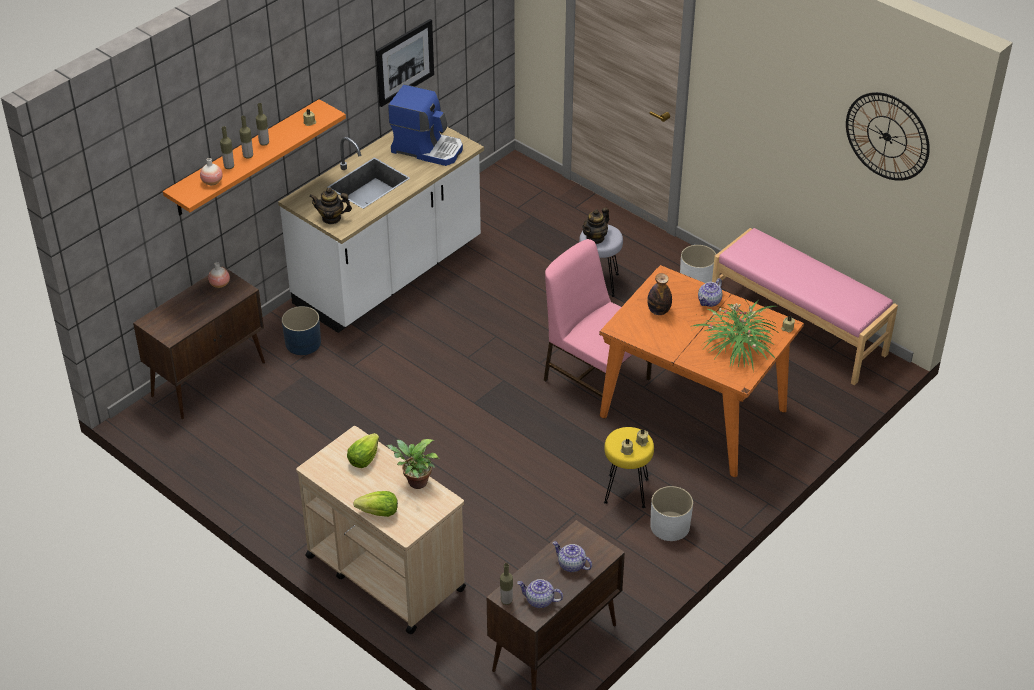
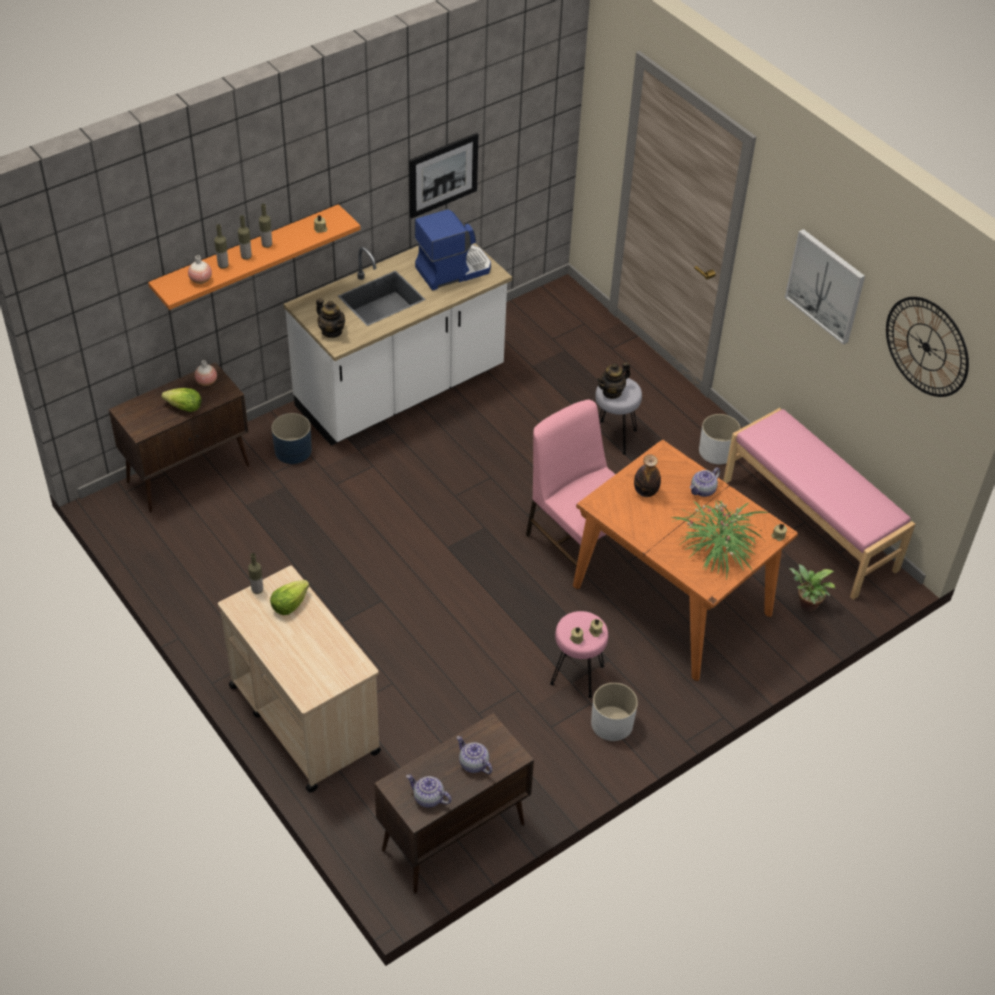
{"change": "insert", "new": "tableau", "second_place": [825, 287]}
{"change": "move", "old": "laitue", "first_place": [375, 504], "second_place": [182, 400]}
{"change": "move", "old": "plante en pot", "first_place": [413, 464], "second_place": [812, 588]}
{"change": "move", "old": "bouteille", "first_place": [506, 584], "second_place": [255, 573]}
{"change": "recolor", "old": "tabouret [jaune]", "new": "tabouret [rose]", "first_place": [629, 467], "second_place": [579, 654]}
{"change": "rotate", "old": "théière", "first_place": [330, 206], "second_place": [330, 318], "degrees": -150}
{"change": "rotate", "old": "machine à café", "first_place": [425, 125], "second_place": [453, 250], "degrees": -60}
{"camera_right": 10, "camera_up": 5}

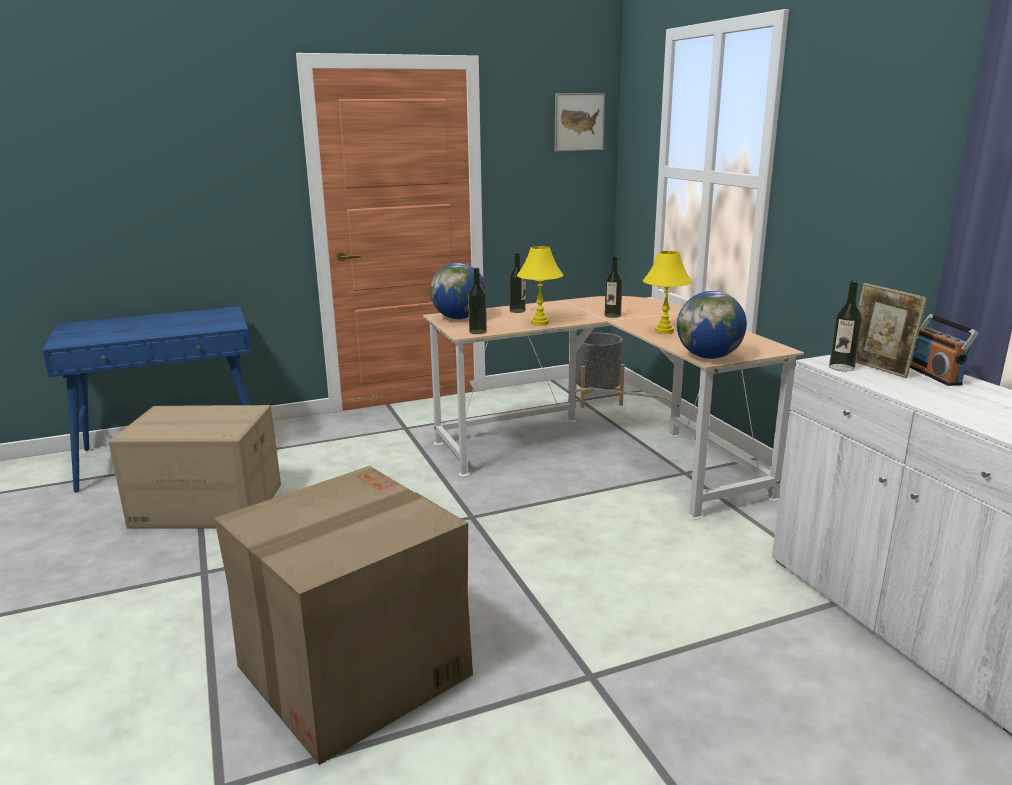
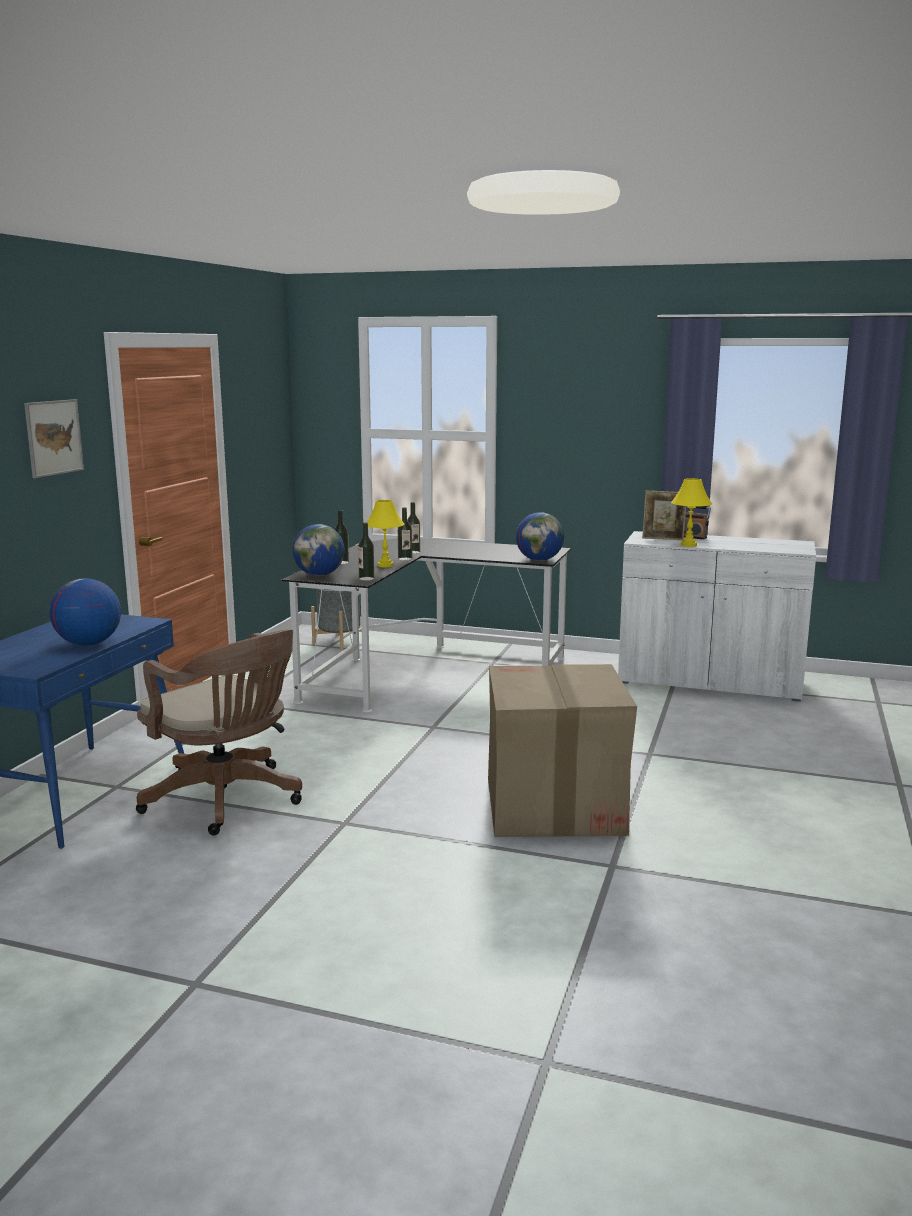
{"change": "insert", "new": "globe", "second_place": [85, 612]}
{"change": "move", "old": "tableau", "first_place": [580, 122], "second_place": [54, 438]}
{"change": "move", "old": "lampe de table [jaune]", "first_place": [667, 292], "second_place": [691, 512]}
{"change": "move", "old": "bouteille", "first_place": [845, 326], "second_place": [405, 534]}
{"change": "replace", "old": "carton", "new": "chaise de bureau [marron]", "first_place": [195, 467], "second_place": [219, 733]}
{"change": "recolor", "old": "bureau [beige]", "new": "bureau [noir]", "first_place": [613, 408], "second_place": [426, 626]}
{"camera_right": -50, "camera_up": -5}

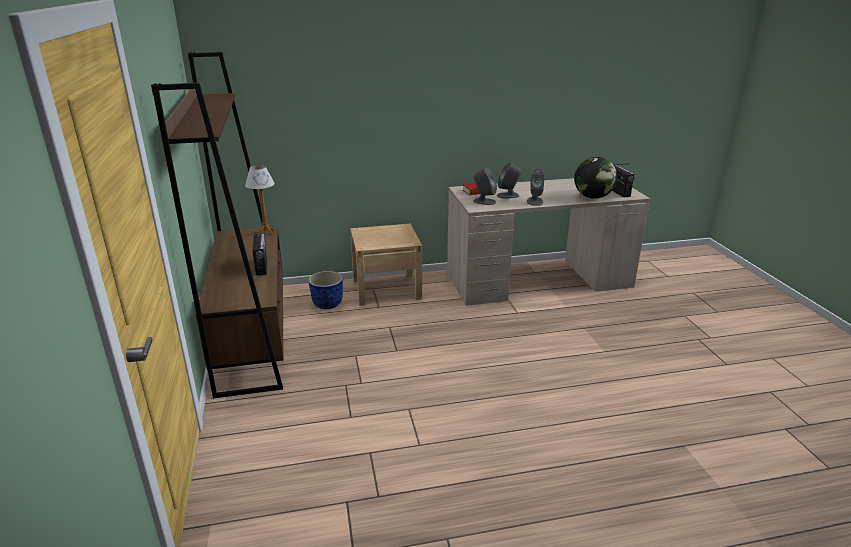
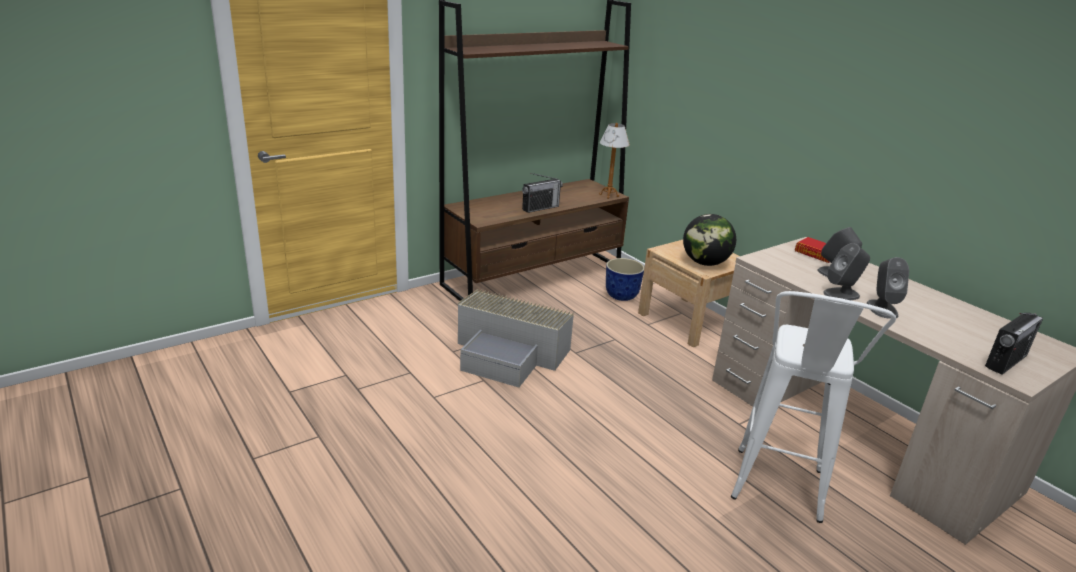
{"change": "insert", "new": "boîte de rangement [gris]", "second_place": [516, 338]}
{"change": "insert", "new": "tabouret [blanc]", "second_place": [813, 407]}
{"change": "move", "old": "enceinte [gris]", "first_place": [485, 186], "second_place": [888, 288]}
{"change": "move", "old": "globe", "first_place": [595, 178], "second_place": [709, 240]}
{"camera_right": 65, "camera_up": 0}

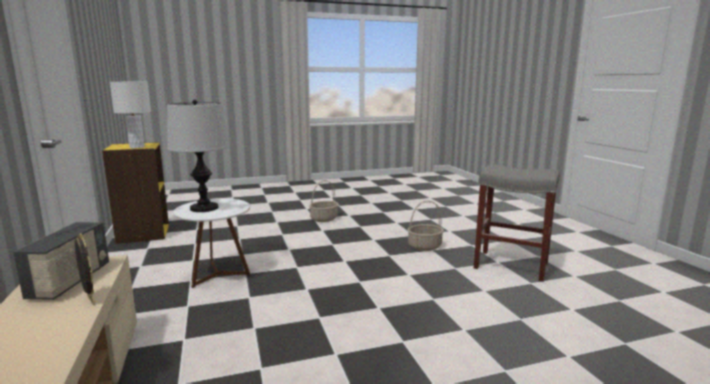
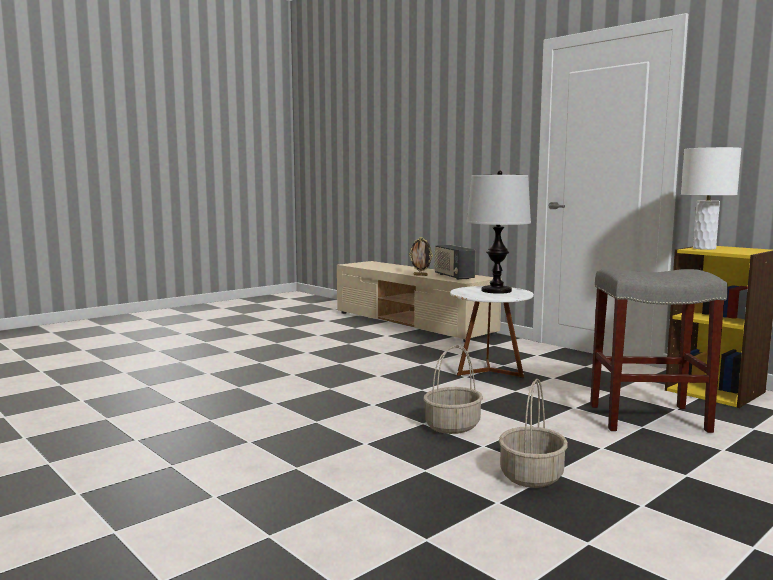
{"change": "move", "old": "panier", "first_place": [425, 225], "second_place": [453, 389]}
{"change": "move", "old": "tabouret [gris]", "first_place": [517, 223], "second_place": [659, 351]}
{"camera_right": 155, "camera_up": -5}

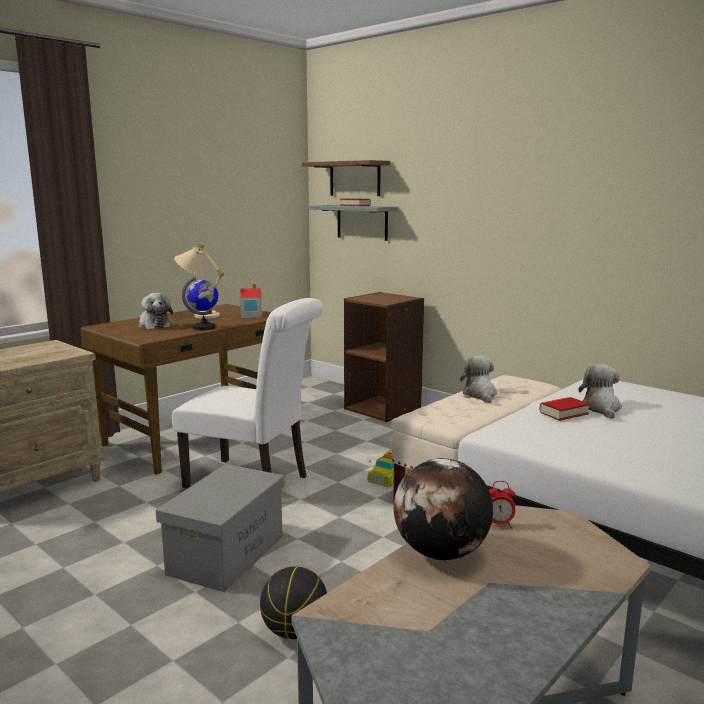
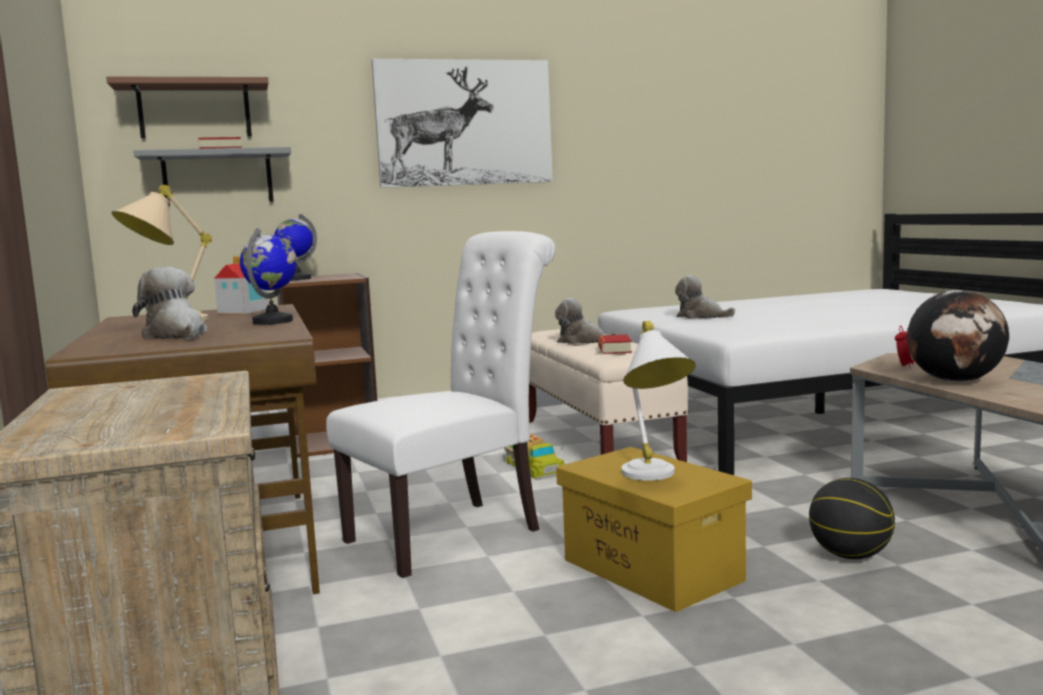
{"change": "insert", "new": "globe", "second_place": [295, 247]}
{"change": "insert", "new": "tableau", "second_place": [462, 123]}
{"change": "insert", "new": "lampe de table [blanc]", "second_place": [658, 401]}
{"change": "move", "old": "livre", "first_place": [564, 409], "second_place": [615, 344]}
{"change": "recolor", "old": "boîte de rangement [gris]", "new": "boîte de rangement [jaune]", "first_place": [220, 528], "second_place": [654, 529]}
{"change": "rotate", "old": "peluche", "first_place": [156, 311], "second_place": [170, 303], "degrees": -120}
{"camera_right": -60, "camera_up": -5}

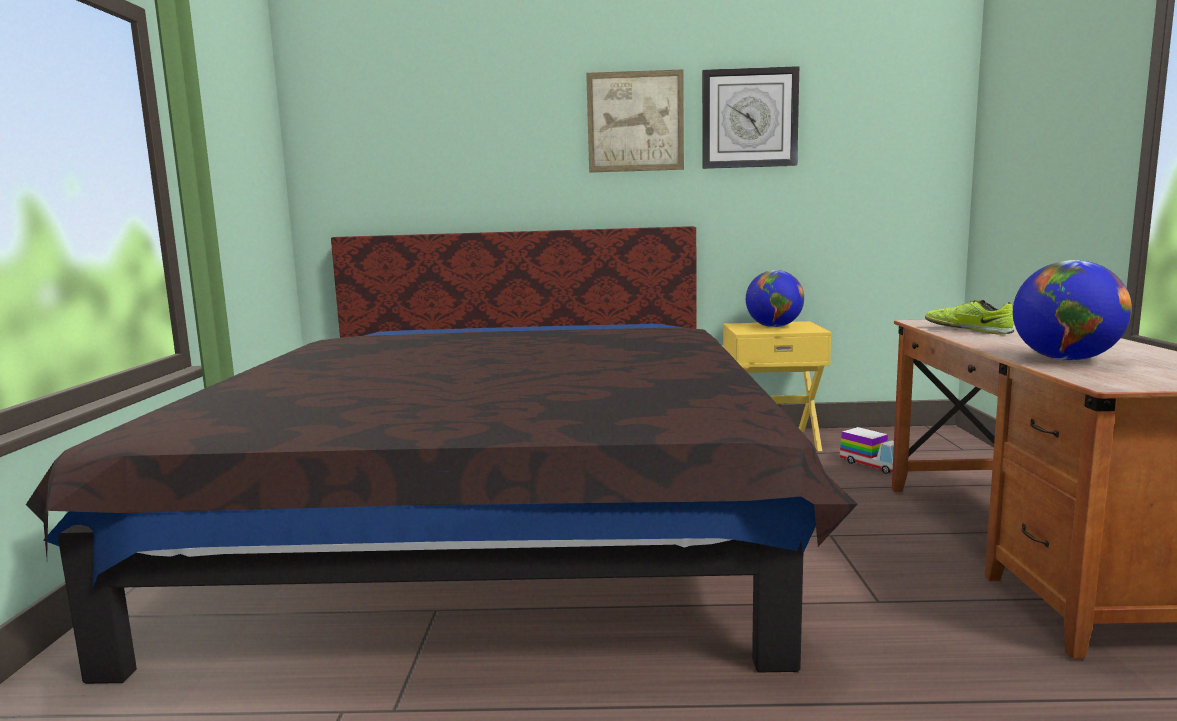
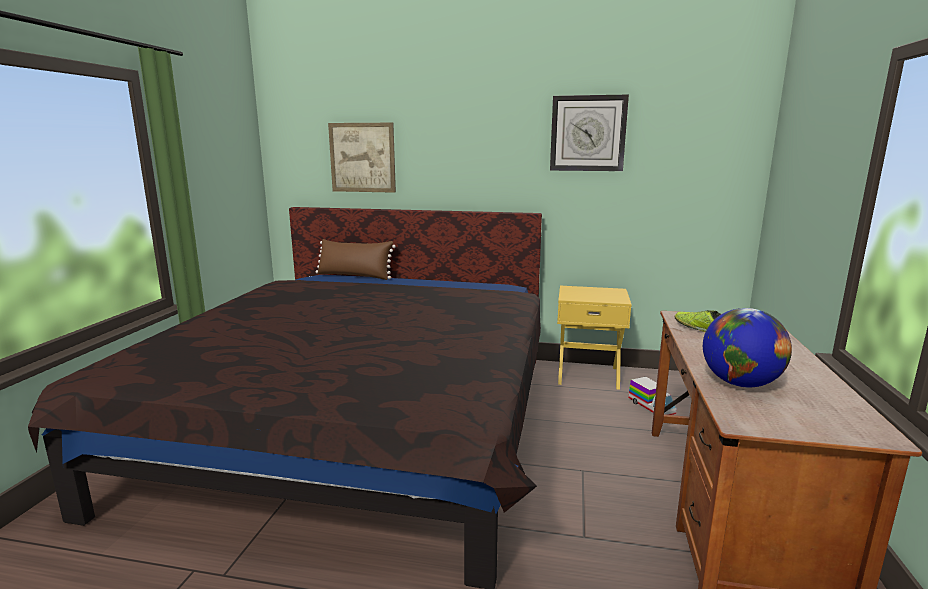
{"change": "delete", "old": "globe", "first_place": [775, 298]}
{"change": "insert", "new": "coussin [marron]", "second_place": [356, 259]}
{"change": "move", "old": "tableau", "first_place": [635, 121], "second_place": [362, 158]}
{"camera_right": 10, "camera_up": 5}

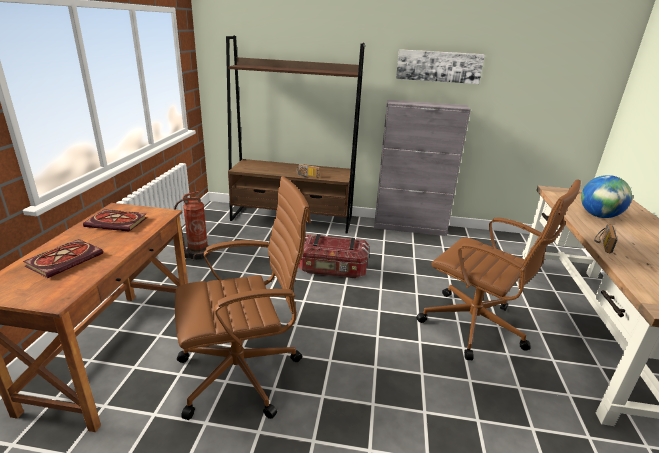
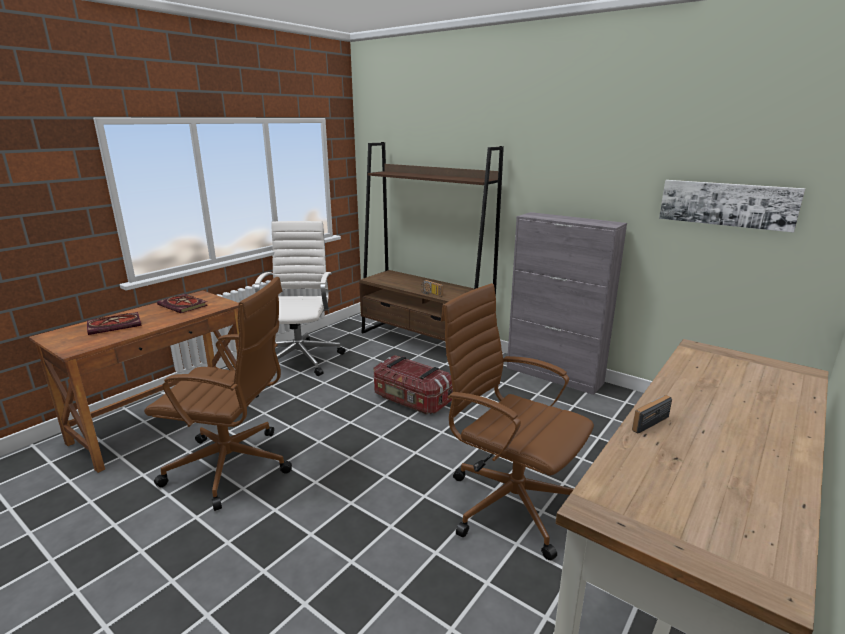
{"change": "delete", "old": "globe", "first_place": [606, 196]}
{"change": "move", "old": "tableau", "first_place": [440, 66], "second_place": [732, 206]}
{"change": "replace", "old": "extincteur", "new": "chaise de bureau [blanc]", "first_place": [192, 226], "second_place": [300, 298]}
{"change": "rotate", "old": "chaise de bureau [marron]", "first_place": [498, 269], "second_place": [517, 422], "degrees": 150}
{"camera_right": 30, "camera_up": -5}

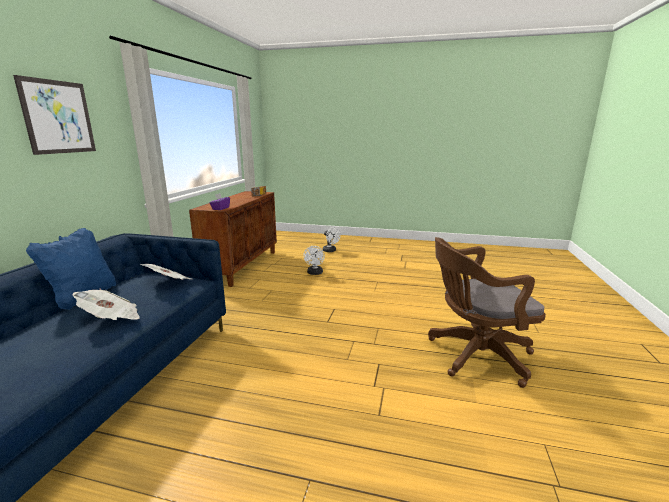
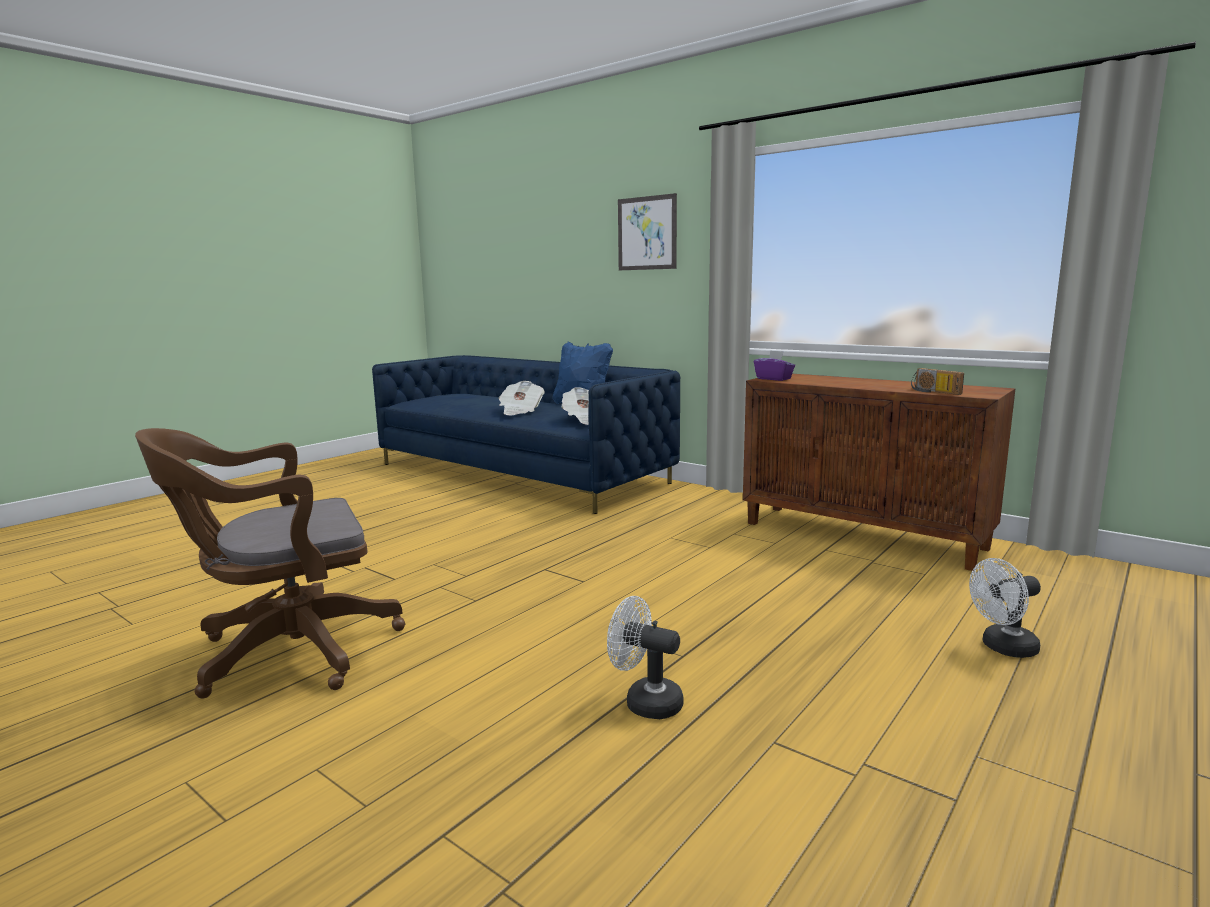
{"change": "move", "old": "ventilateur [blanc]", "first_place": [314, 260], "second_place": [645, 657]}
{"change": "rotate", "old": "chaise de bureau [marron]", "first_place": [487, 312], "second_place": [270, 563], "degrees": -135}
{"camera_right": 115, "camera_up": -5}

